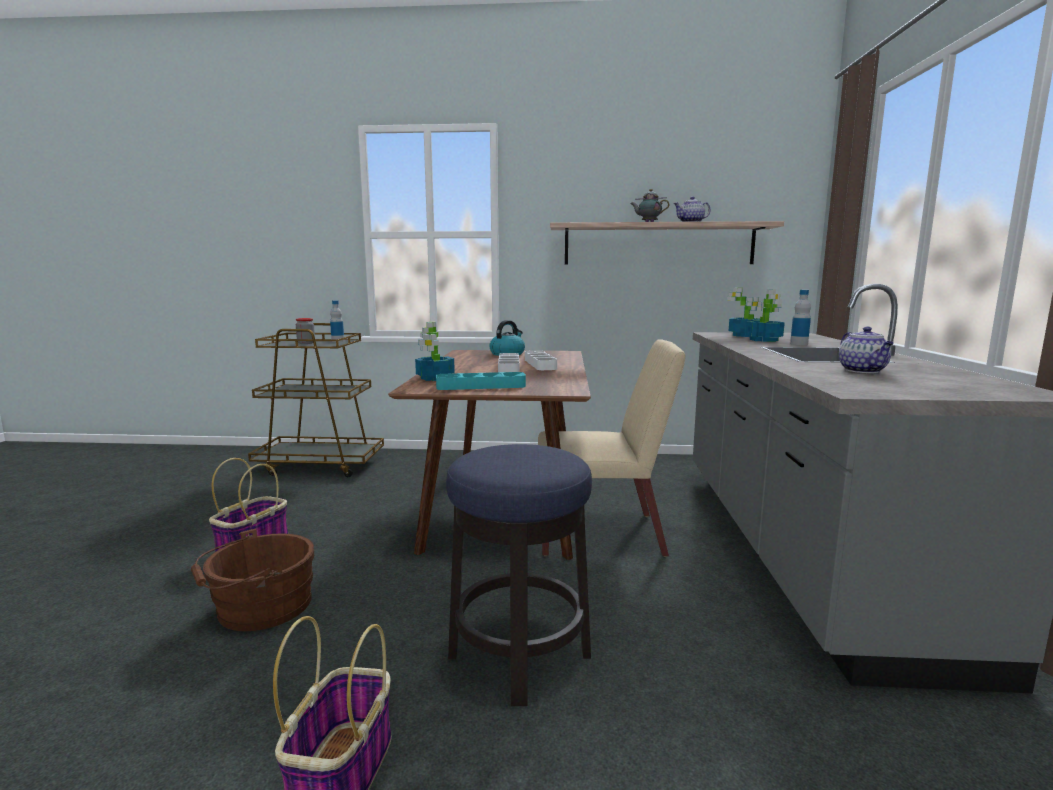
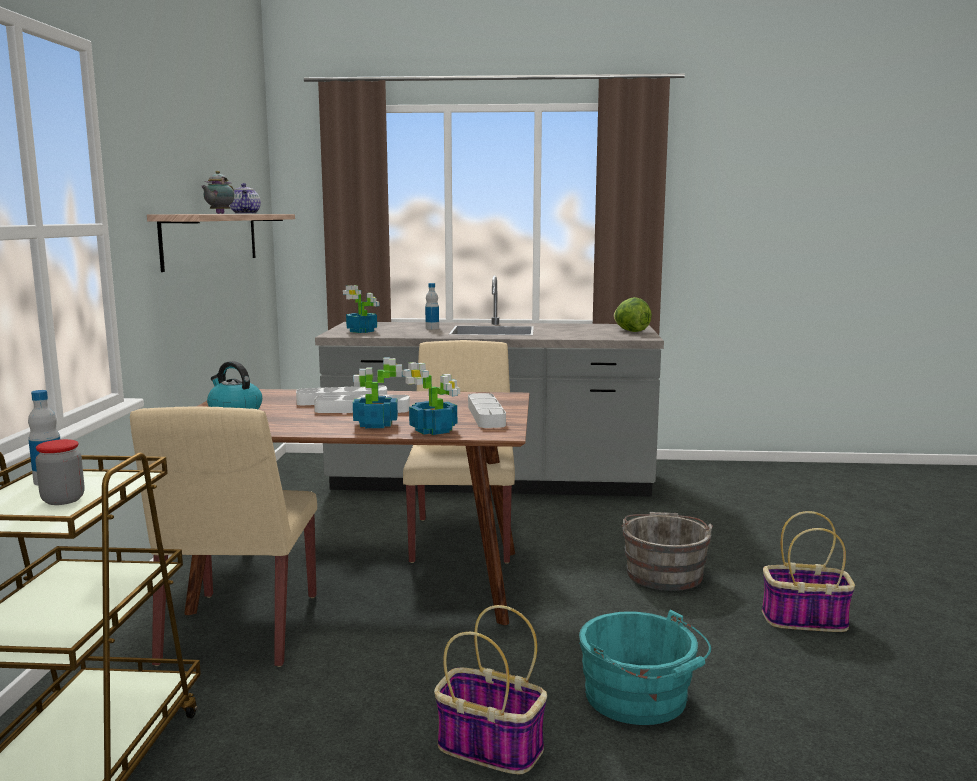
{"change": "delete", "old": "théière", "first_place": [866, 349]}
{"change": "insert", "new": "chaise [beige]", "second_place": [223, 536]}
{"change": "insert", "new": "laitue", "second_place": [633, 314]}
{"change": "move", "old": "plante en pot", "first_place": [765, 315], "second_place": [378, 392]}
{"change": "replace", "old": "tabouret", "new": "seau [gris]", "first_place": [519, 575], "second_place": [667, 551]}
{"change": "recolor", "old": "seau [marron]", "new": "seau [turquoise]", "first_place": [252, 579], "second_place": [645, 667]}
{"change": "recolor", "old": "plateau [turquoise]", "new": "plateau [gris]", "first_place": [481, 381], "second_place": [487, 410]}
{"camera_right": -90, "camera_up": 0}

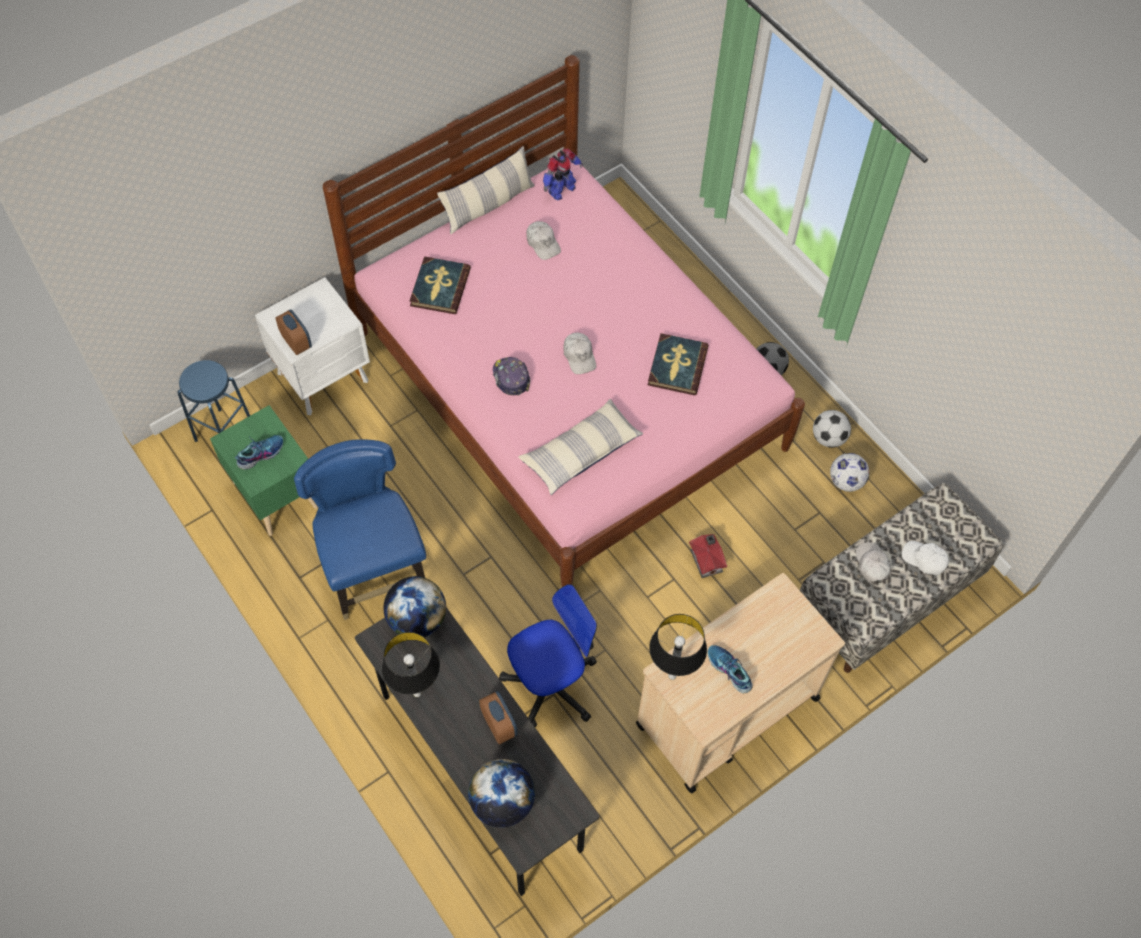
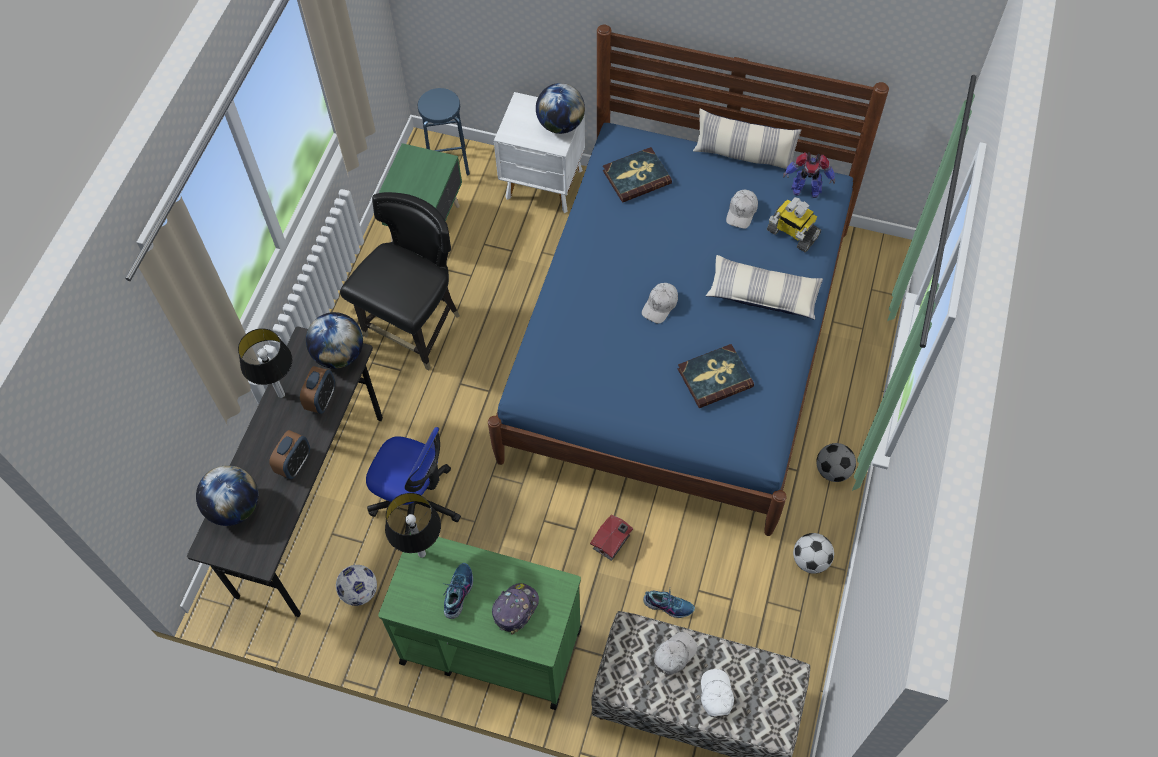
{"change": "insert", "new": "globe", "second_place": [560, 108]}
{"change": "insert", "new": "robot jouet", "second_place": [794, 224]}
{"change": "move", "old": "chaussure", "first_place": [259, 452], "second_place": [669, 604]}
{"change": "move", "old": "réveil", "first_place": [293, 332], "second_place": [317, 390]}
{"change": "move", "old": "casquette", "first_place": [511, 376], "second_place": [515, 608]}
{"change": "move", "old": "coussin", "first_place": [580, 447], "second_place": [764, 287]}
{"change": "move", "old": "ballon de foot", "first_place": [849, 472], "second_place": [356, 585]}
{"change": "recolor", "old": "chaise [bleu]", "new": "chaise [noir]", "first_place": [360, 529], "second_place": [400, 281]}
{"change": "recolor", "old": "lit [rose]", "new": "lit [bleu]", "first_place": [564, 321], "second_place": [688, 280]}
{"change": "recolor", "old": "chariot [beige]", "new": "chariot [vert]", "first_place": [740, 683], "second_place": [479, 621]}
{"camera_right": 55, "camera_up": 0}

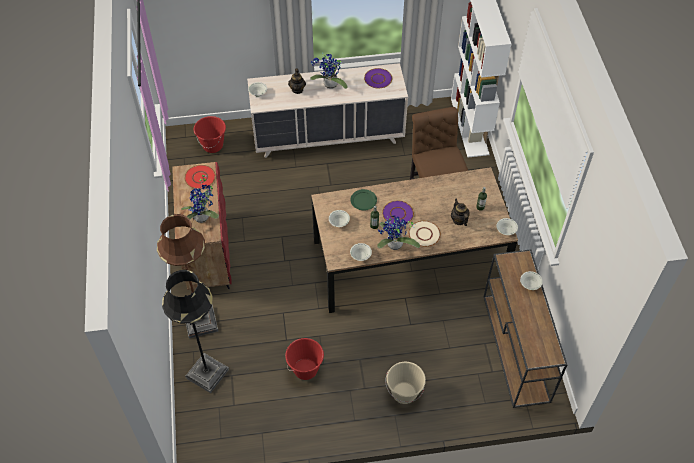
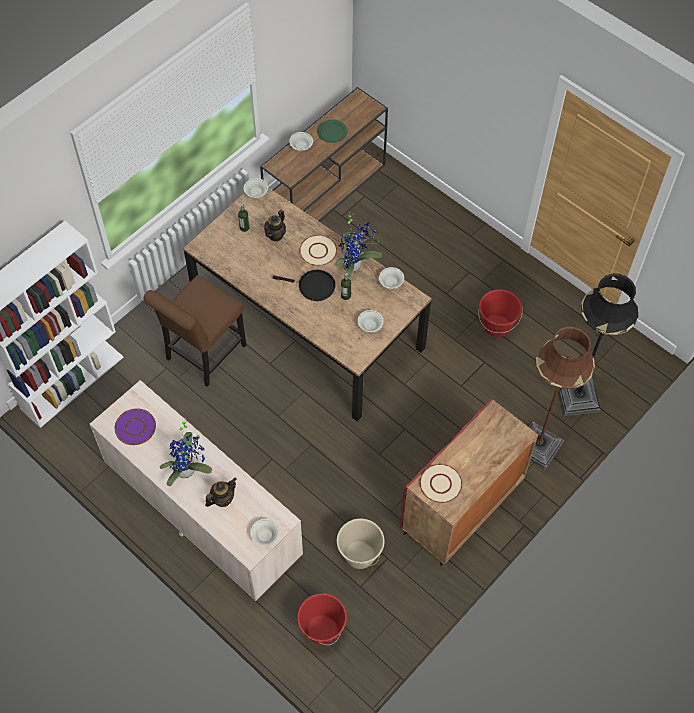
{"change": "delete", "old": "plante en pot", "first_place": [200, 198]}
{"change": "move", "old": "assiette [vert]", "first_place": [363, 199], "second_place": [332, 131]}
{"change": "move", "old": "seau [beige]", "first_place": [405, 383], "second_place": [361, 544]}
{"change": "replace", "old": "assiette [violet]", "new": "poêle [noir]", "first_place": [398, 212], "second_place": [304, 285]}
{"change": "recolor", "old": "assiette [rouge]", "new": "assiette [beige]", "first_place": [200, 177], "second_place": [441, 483]}
{"camera_right": -130, "camera_up": 5}

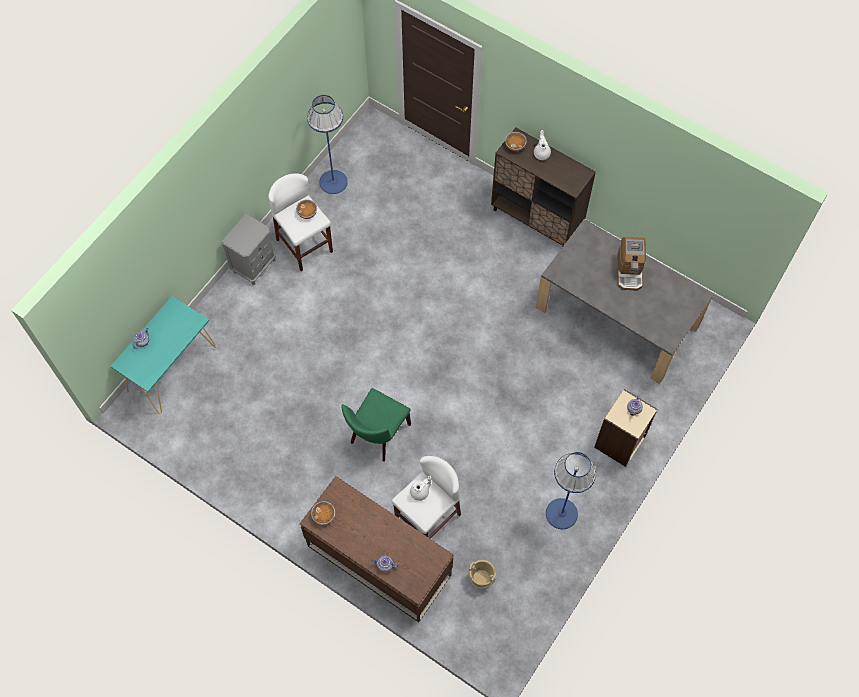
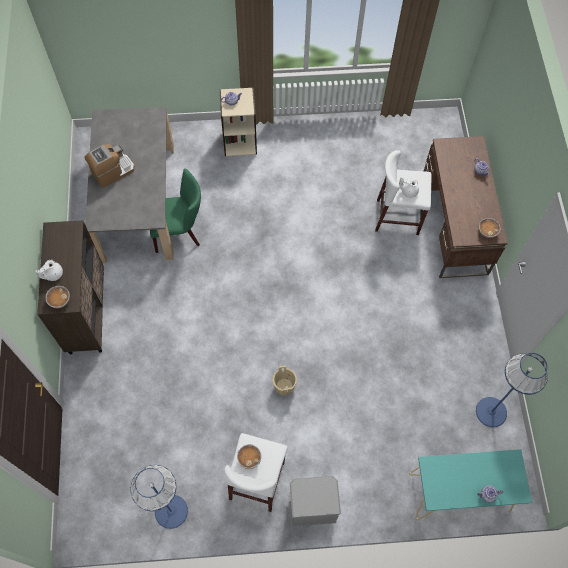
{"change": "move", "old": "chaise [vert]", "first_place": [376, 425], "second_place": [175, 210]}
{"change": "move", "old": "seau [beige]", "first_place": [482, 574], "second_place": [285, 381]}
{"change": "move", "old": "lampadaire [bleu]", "first_place": [571, 490], "second_place": [512, 390]}
{"camera_right": -130, "camera_up": 0}

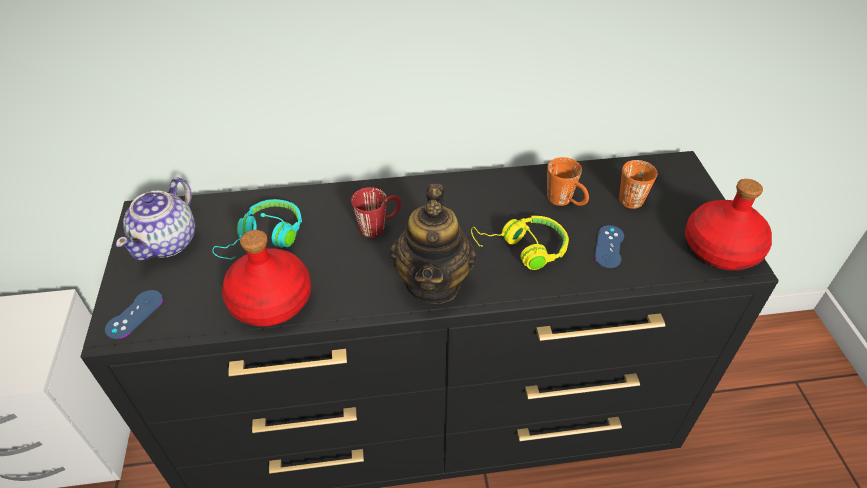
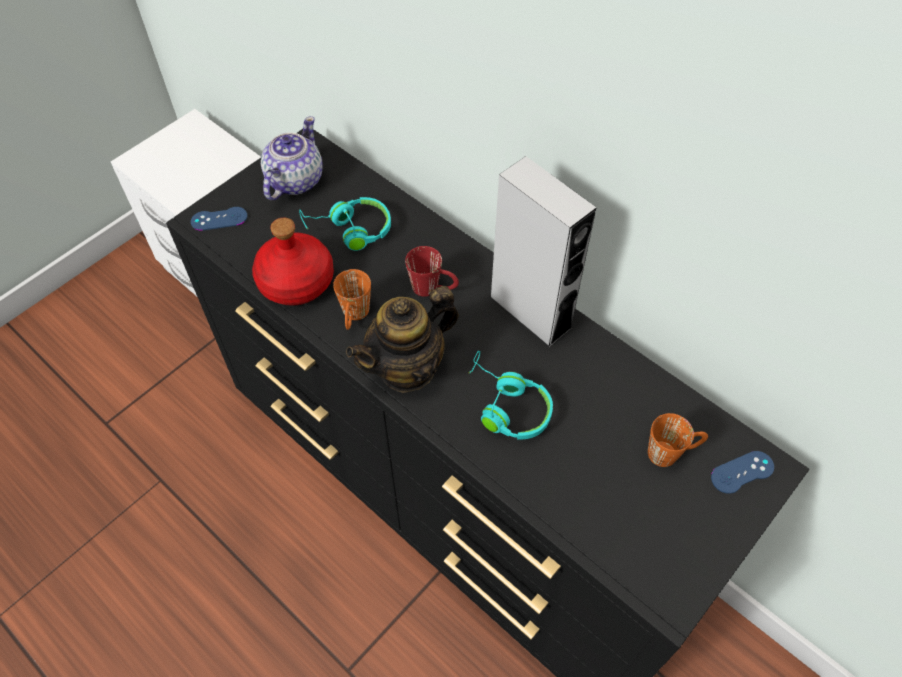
{"change": "delete", "old": "bouteille [rouge]", "first_place": [728, 225]}
{"change": "insert", "new": "enceinte [gris]", "second_place": [543, 252]}
{"change": "move", "old": "mug [orange]", "first_place": [568, 181], "second_place": [352, 299]}
{"change": "move", "old": "manette [bleu]", "first_place": [609, 246], "second_place": [742, 472]}
{"change": "recolor", "old": "casque audio [jaune]", "new": "casque audio [turquoise]", "first_place": [520, 243], "second_place": [511, 395]}
{"change": "rotate", "old": "théière", "first_place": [155, 219], "second_place": [292, 158], "degrees": 135}
{"camera_right": 50, "camera_up": 10}

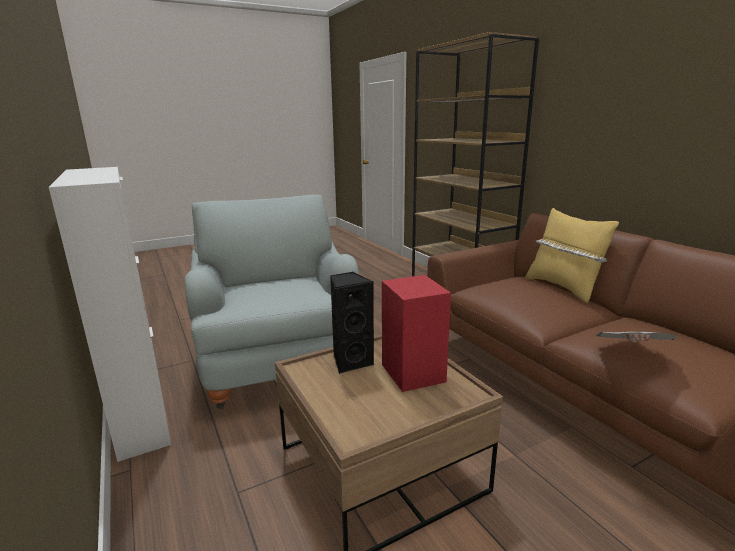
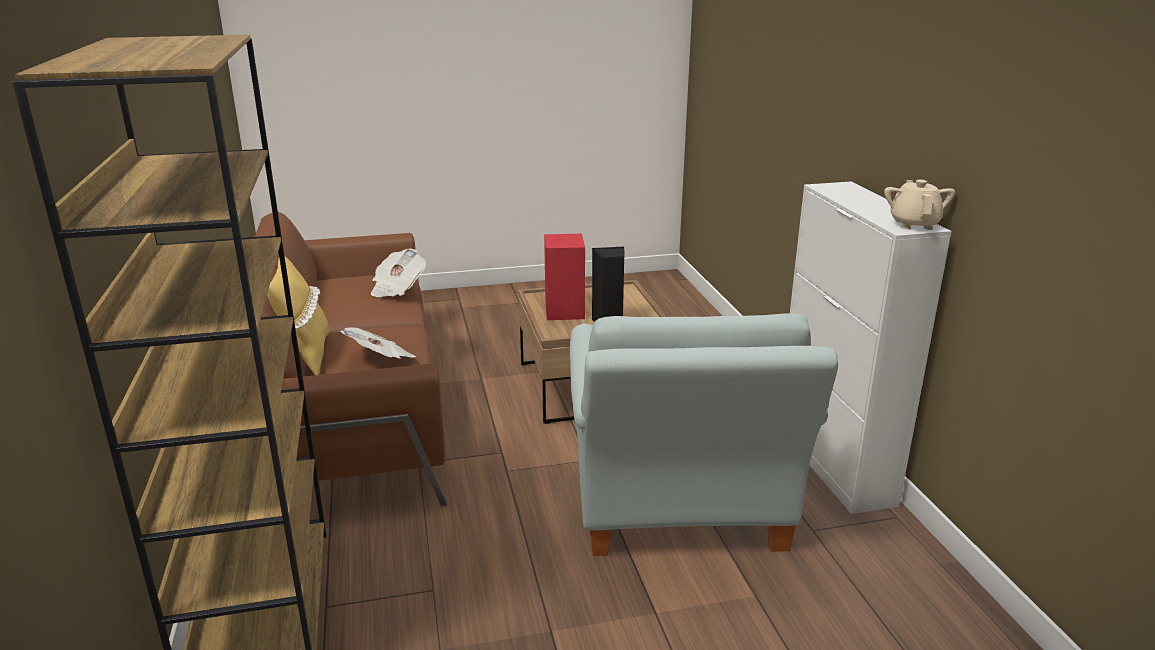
{"change": "insert", "new": "journal", "second_place": [378, 343]}
{"change": "insert", "new": "théière [beige]", "second_place": [919, 205]}
{"camera_right": -165, "camera_up": 5}

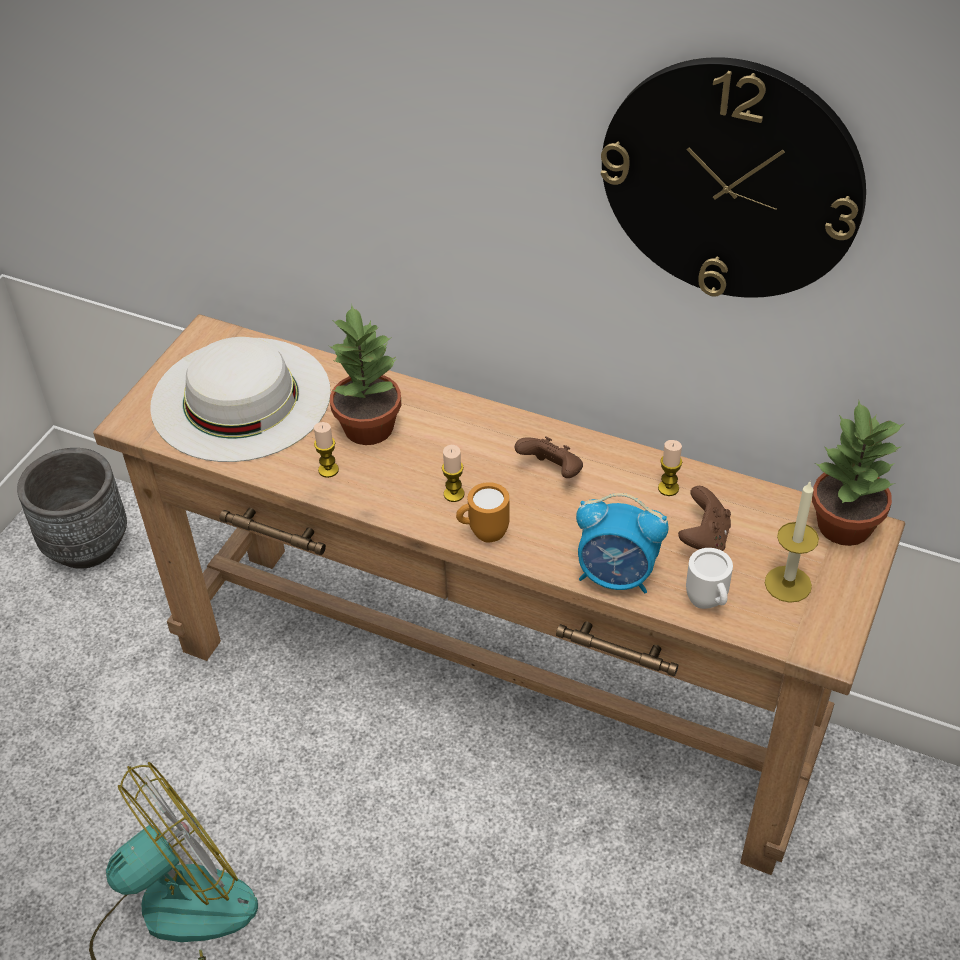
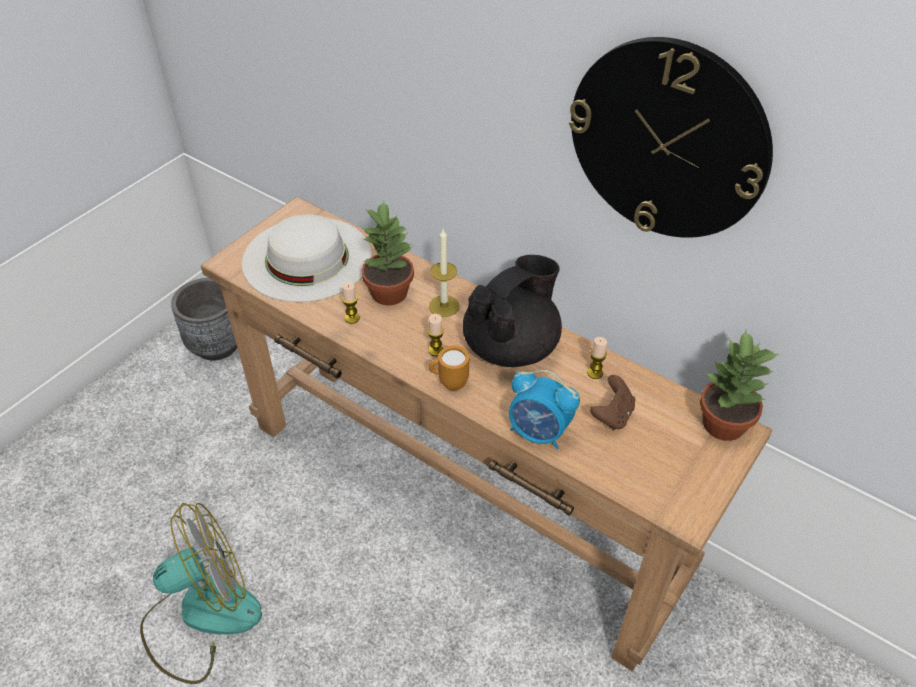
{"change": "delete", "old": "mug [blanc]", "first_place": [709, 578]}
{"change": "move", "old": "bougie", "first_place": [792, 541], "second_place": [444, 273]}
{"change": "replace", "old": "manette [marron]", "new": "théière [noir]", "first_place": [549, 457], "second_place": [512, 311]}
{"camera_right": 10, "camera_up": 0}

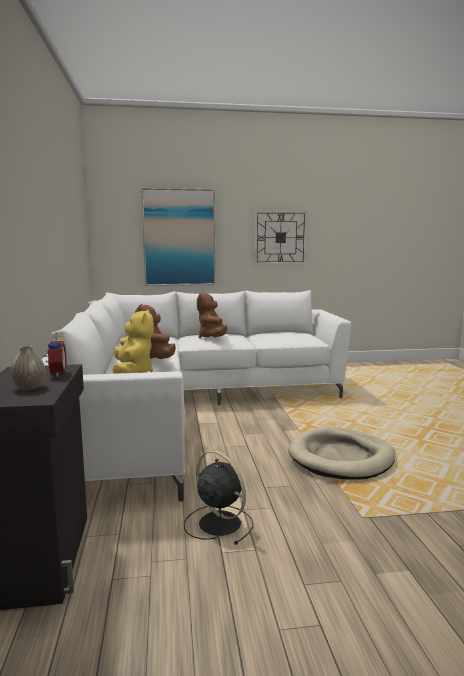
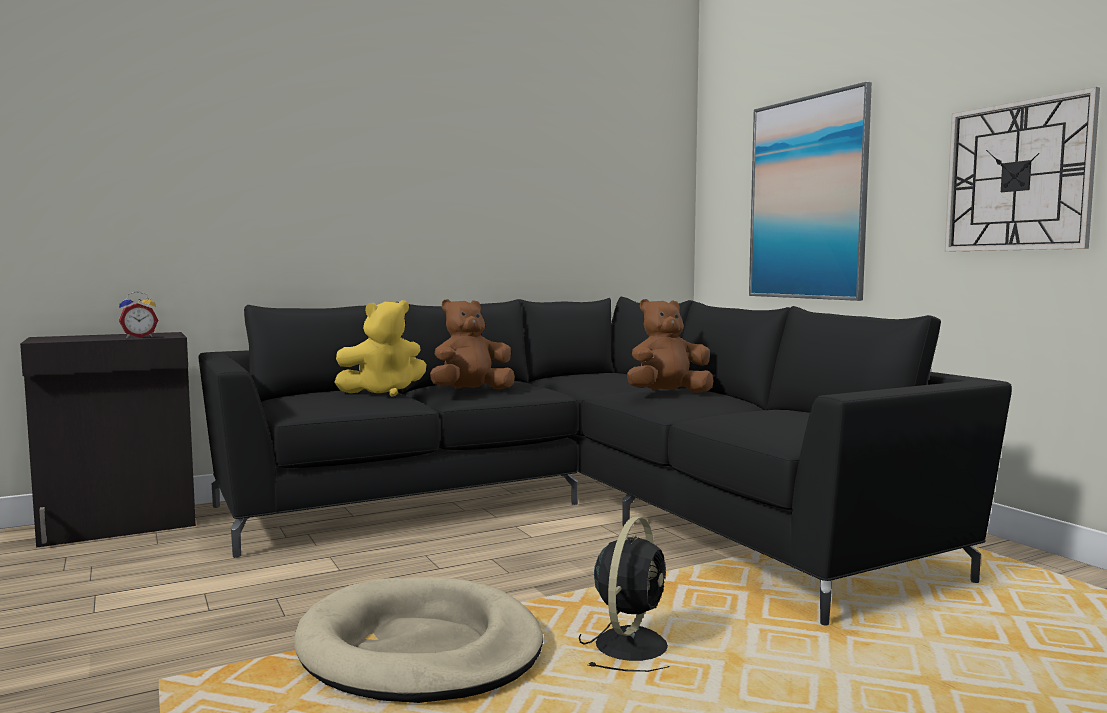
{"change": "delete", "old": "vase", "first_place": [28, 368]}
{"change": "move", "old": "ventilateur [noir]", "first_place": [219, 498], "second_place": [624, 594]}
{"change": "recolor", "old": "canapé [blanc]", "new": "canapé [noir]", "first_place": [196, 395], "second_place": [605, 461]}
{"camera_right": 70, "camera_up": -5}

